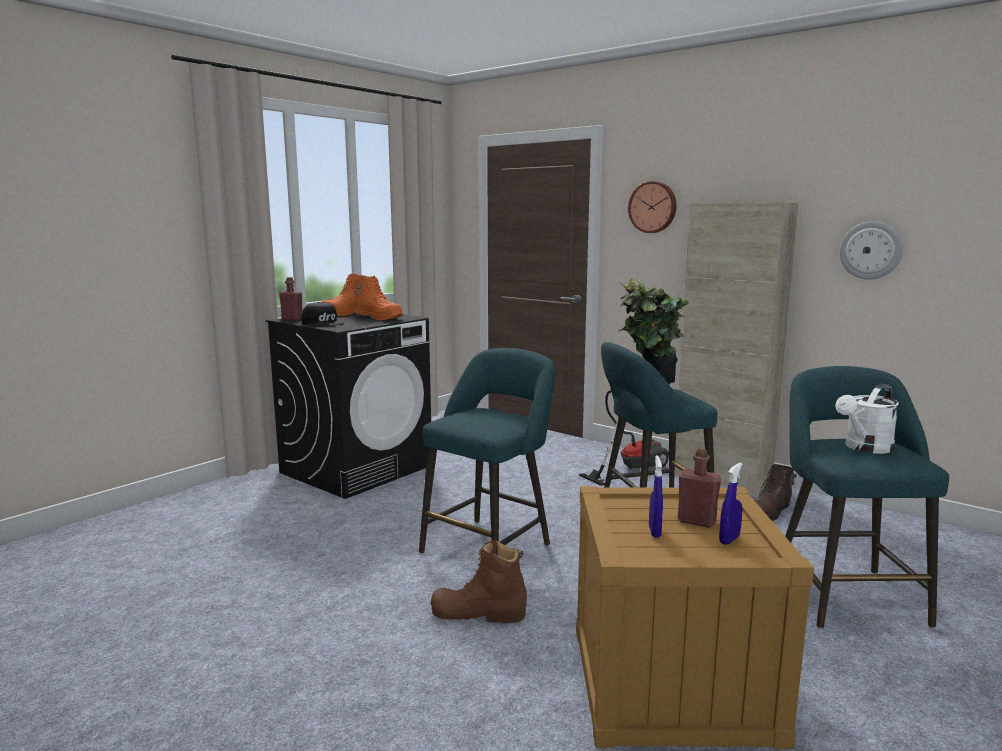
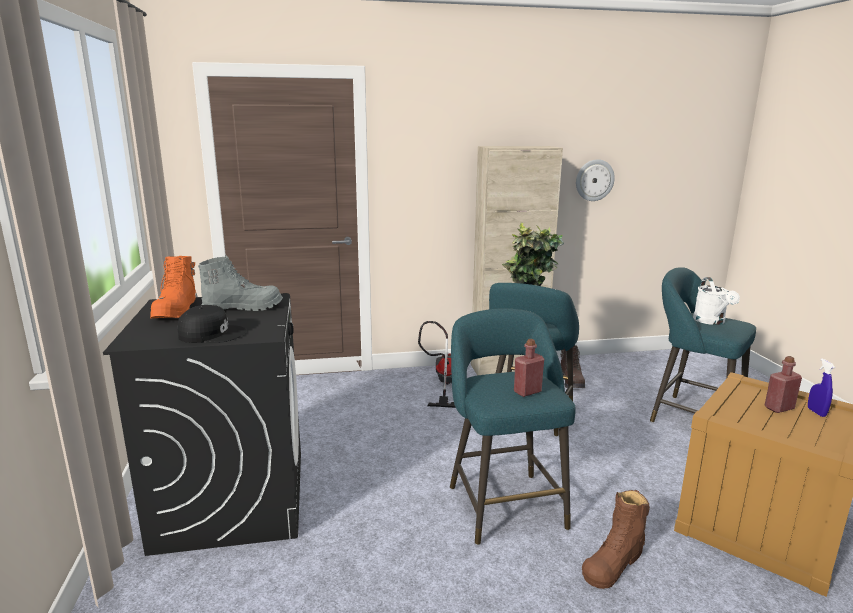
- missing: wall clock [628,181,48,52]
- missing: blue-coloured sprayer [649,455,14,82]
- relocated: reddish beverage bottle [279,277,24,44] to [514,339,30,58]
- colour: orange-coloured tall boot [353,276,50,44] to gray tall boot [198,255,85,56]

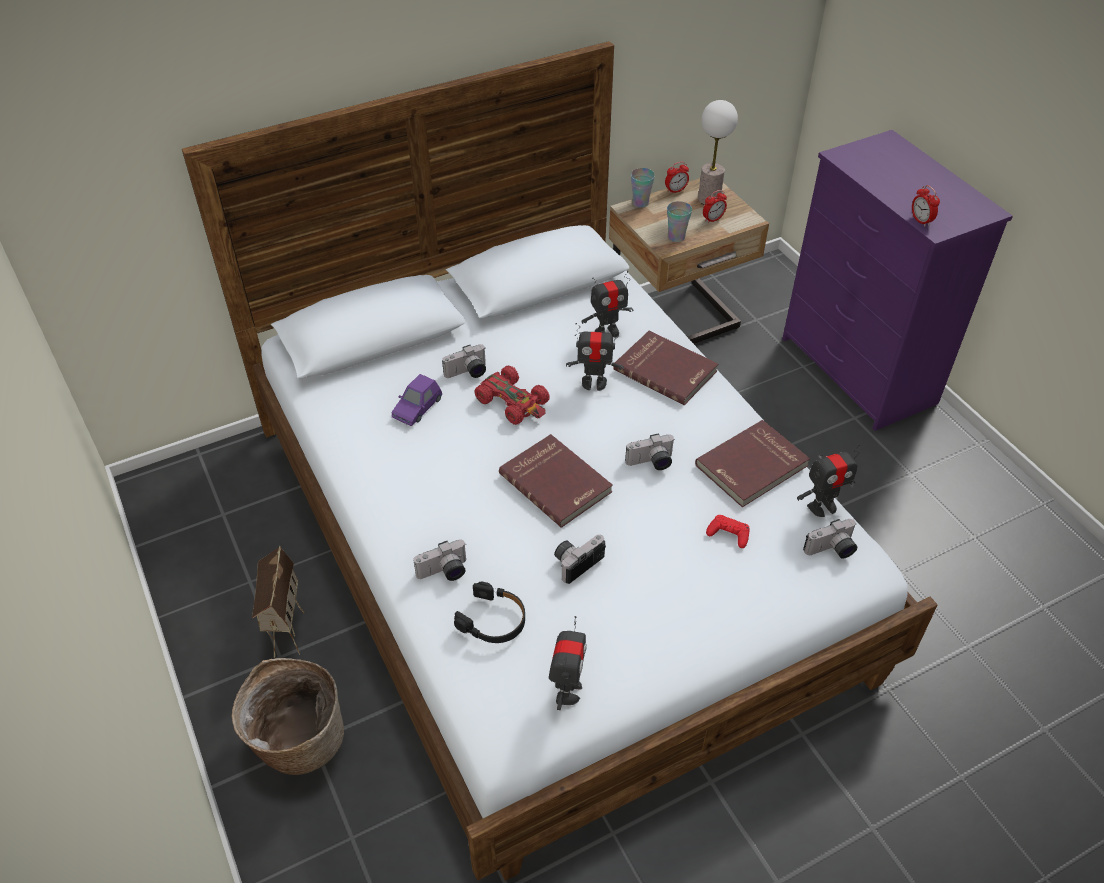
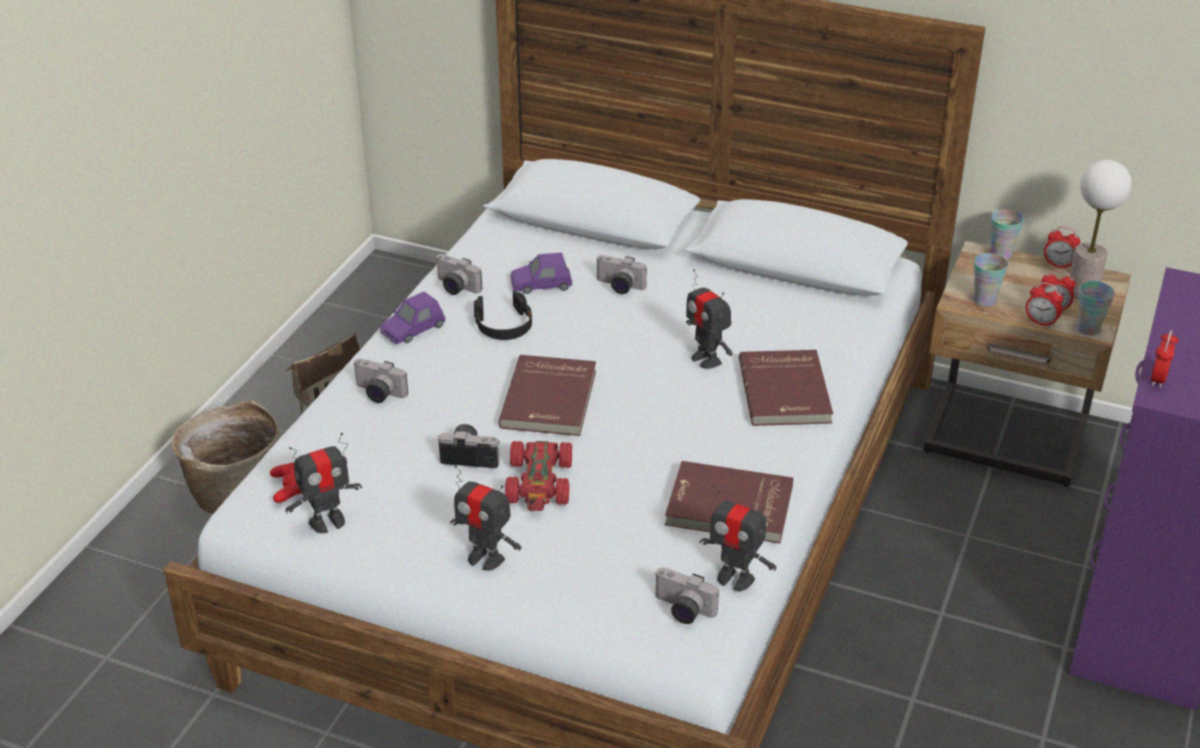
- appeared: purple model car [380,292,65,52]
- appeared: bedside clock [1026,282,37,46]
- appeared: drinking cup [1077,281,38,55]
- relocated: blackish headset [454,582,71,61] to [474,291,58,49]
- relocated: reddish model car [474,366,76,59] to [505,441,67,70]
- relocated: toy robot [582,271,51,67] to [450,465,71,106]
- relocated: still camera [625,433,49,37] to [436,254,46,41]
- relocated: reddish joypad [706,515,44,33] to [270,463,32,40]

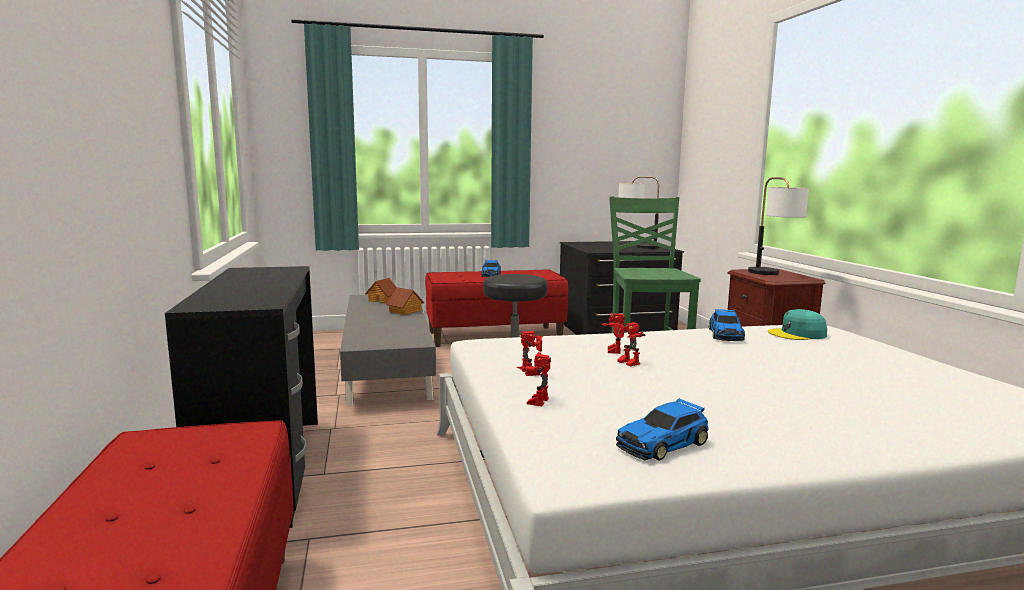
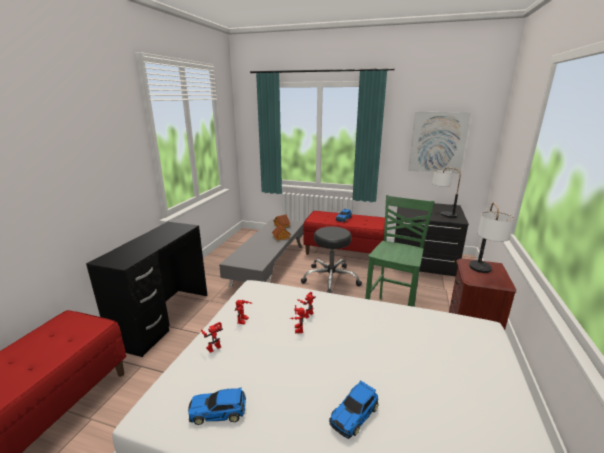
- missing: turquoise-coloured baseball cap [768,309,59,31]
- appeared: wall picture [408,112,63,62]
- relocated: model car [709,309,36,32] to [329,381,50,58]

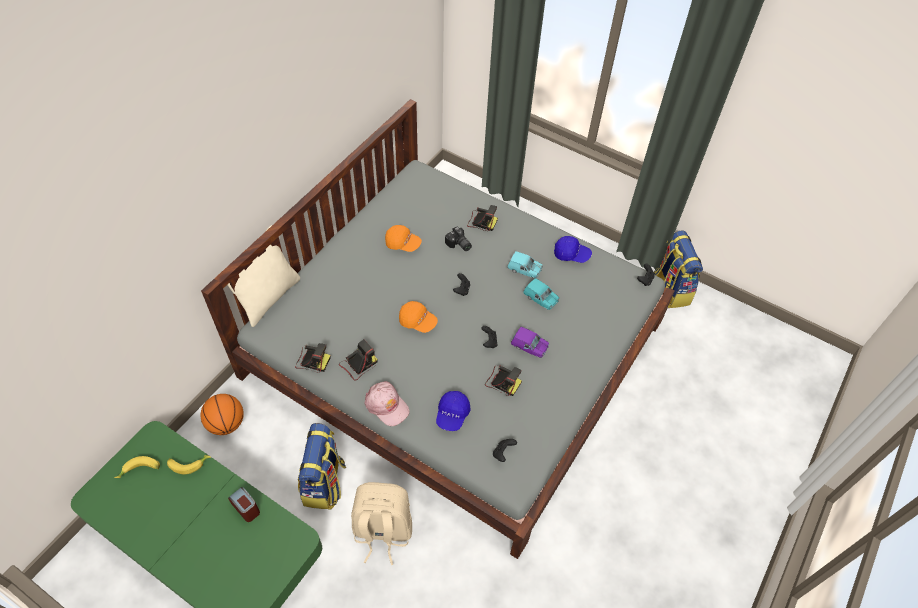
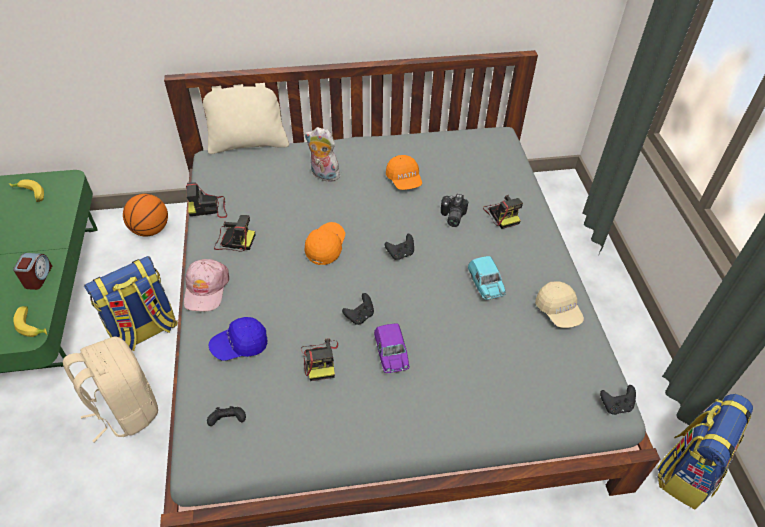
- missing: turquoise-coloured model car [523,278,36,32]
- appeared: soft toy [305,127,35,55]
- relocated: whole banana [167,455,44,19] to [13,306,34,31]
- colour: blue-coloured baseball cap [554,236,38,27] to beige-coloured baseball cap [535,281,49,47]
- spun: still camera [295,343,36,29] = [186,182,41,36] 105 degrees clockwise
- spun: orange-coloured baseball cap [399,301,39,32] = [305,222,40,43] 150 degrees counterclockwise

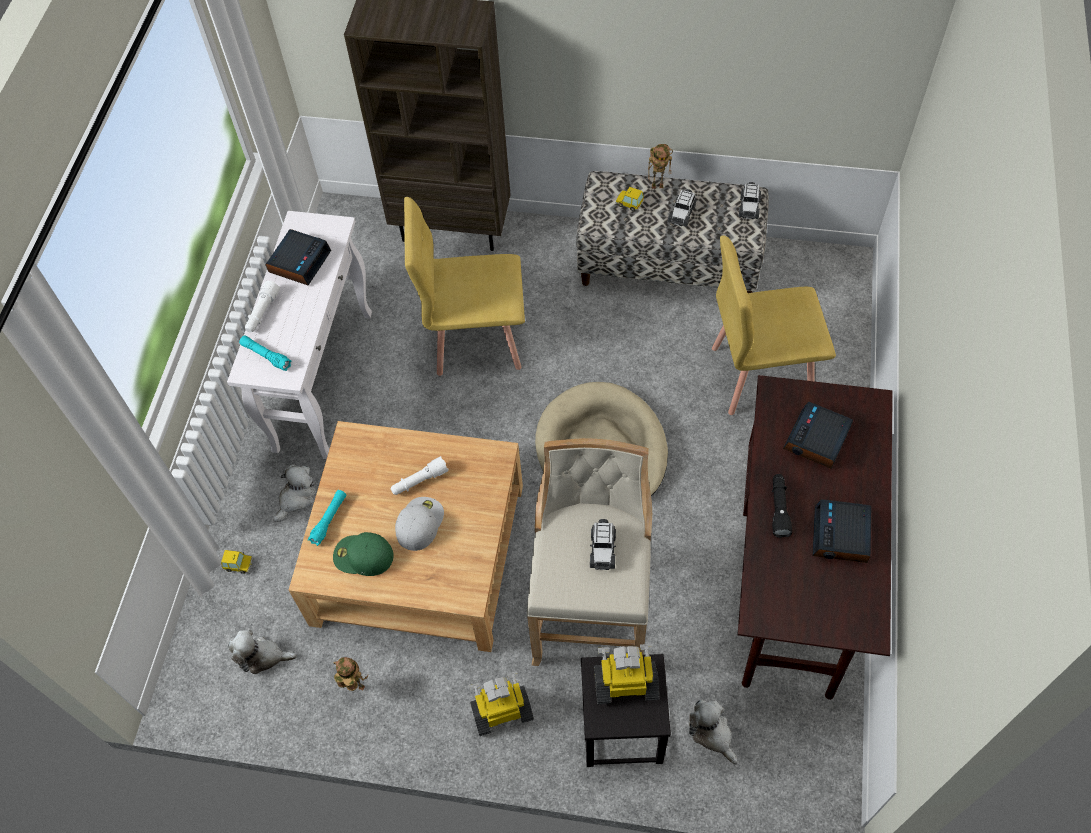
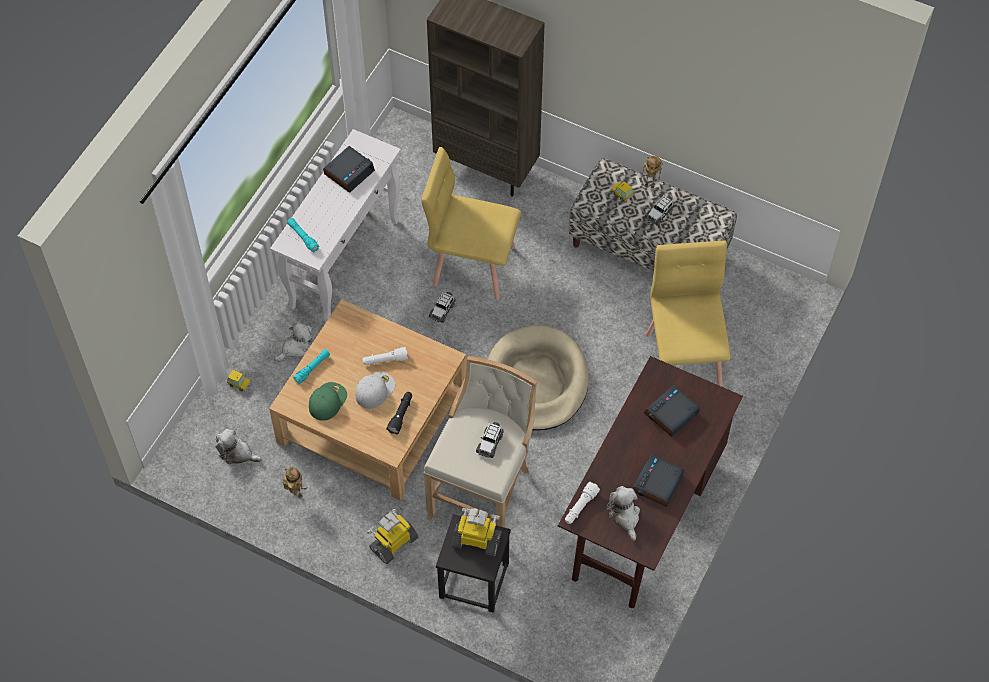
- relocated: white-coloured torch [245,281,35,52] to [565,482,35,42]
- relocated: soft toy [689,700,49,65] to [606,486,34,55]
- relocated: model car [739,182,22,37] to [429,292,27,31]
- relocated: blackish torch [772,474,20,64] to [387,392,25,42]
- spun: greenish baseball cap [333,532,60,44] = [309,382,38,39] 90 degrees clockwise
- spun: toy robot [470,671,64,65] = [367,509,51,55] 45 degrees counterclockwise
- spun: yellow-coloured plain chair [712,236,124,179] = [646,240,85,147] 75 degrees clockwise

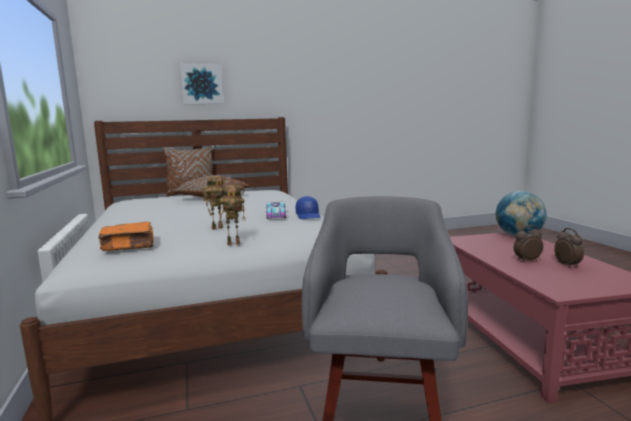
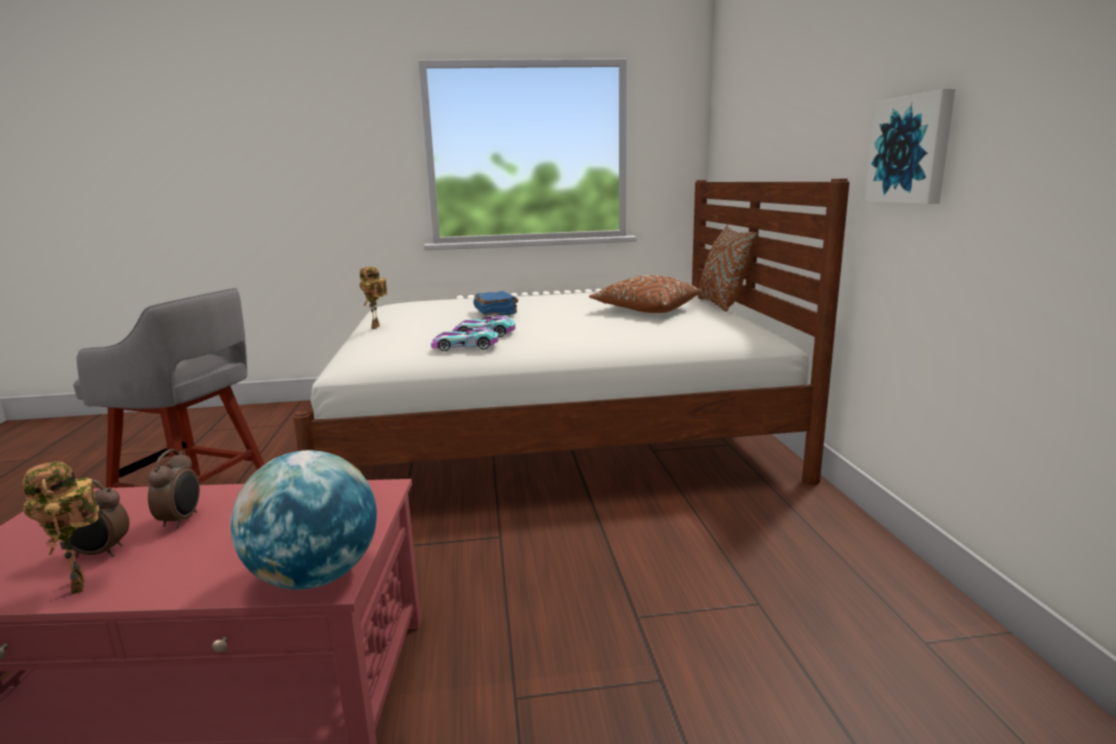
- missing: orange-coloured book [99,222,55,29]
- appeared: blue-coloured book [473,291,45,25]
- relocated: wall picture [180,63,43,41] to [865,89,90,115]
- relocated: toy robot [202,176,23,54] to [23,462,76,132]
- exchanged: blue-coloured baseball cap [296,196,24,23] to model car [431,327,67,24]

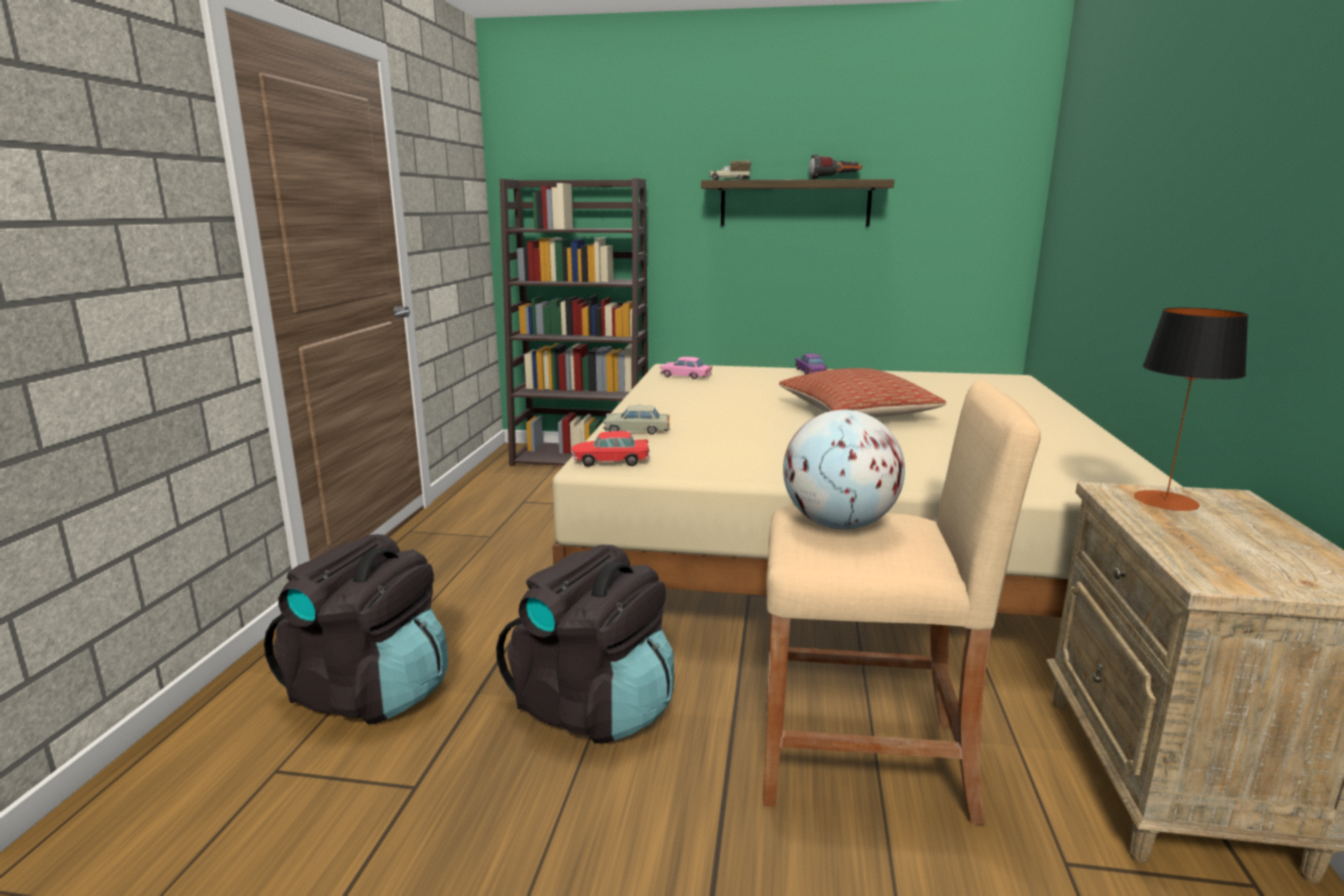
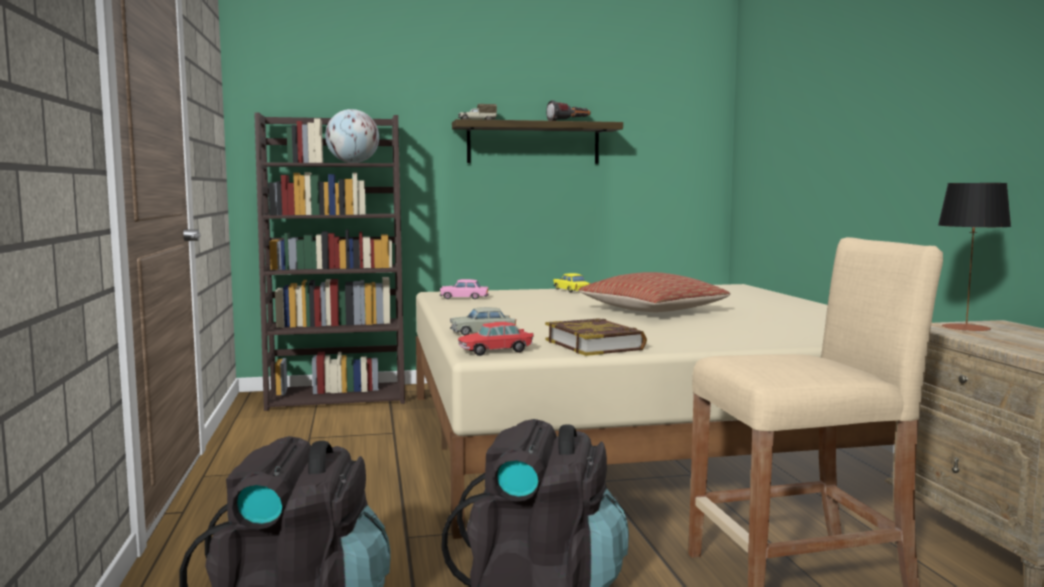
- appeared: book [545,318,102,38]
- relocated: desk globe [783,410,122,120] to [325,109,54,54]
- colour: purple model car [795,354,33,20] to yellow-coloured model car [553,273,37,19]

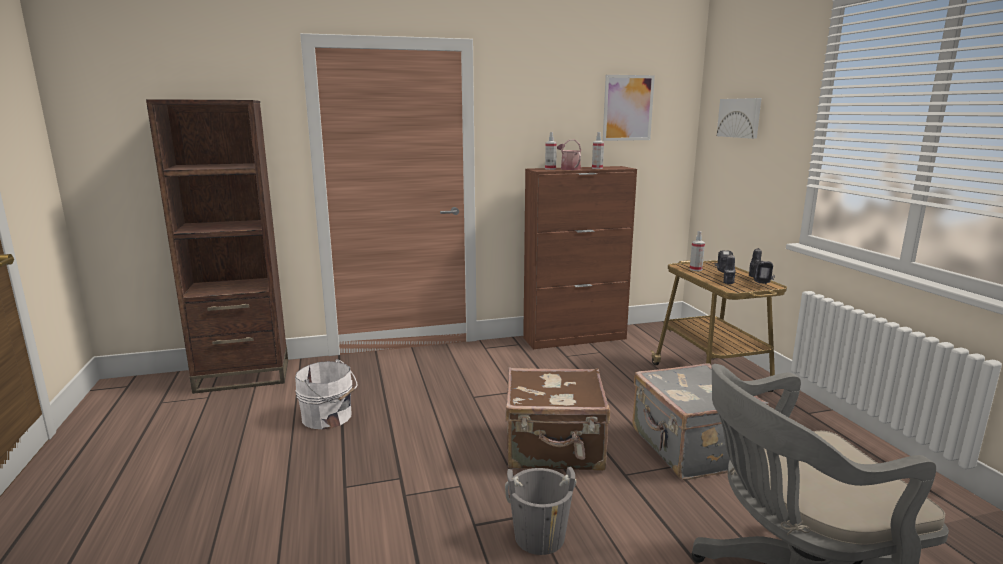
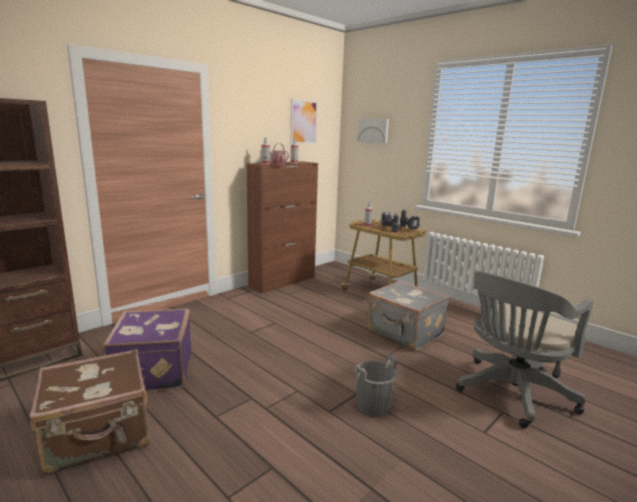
- relocated: brownish suitcase [505,368,105,103] to [30,349,120,126]
- exchanged: white-coloured bucket [295,359,62,70] to purple suitcase [102,309,90,83]

